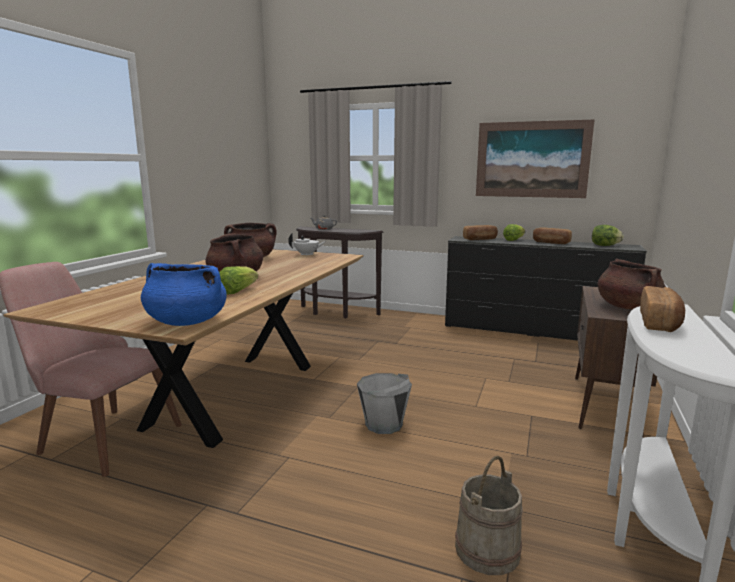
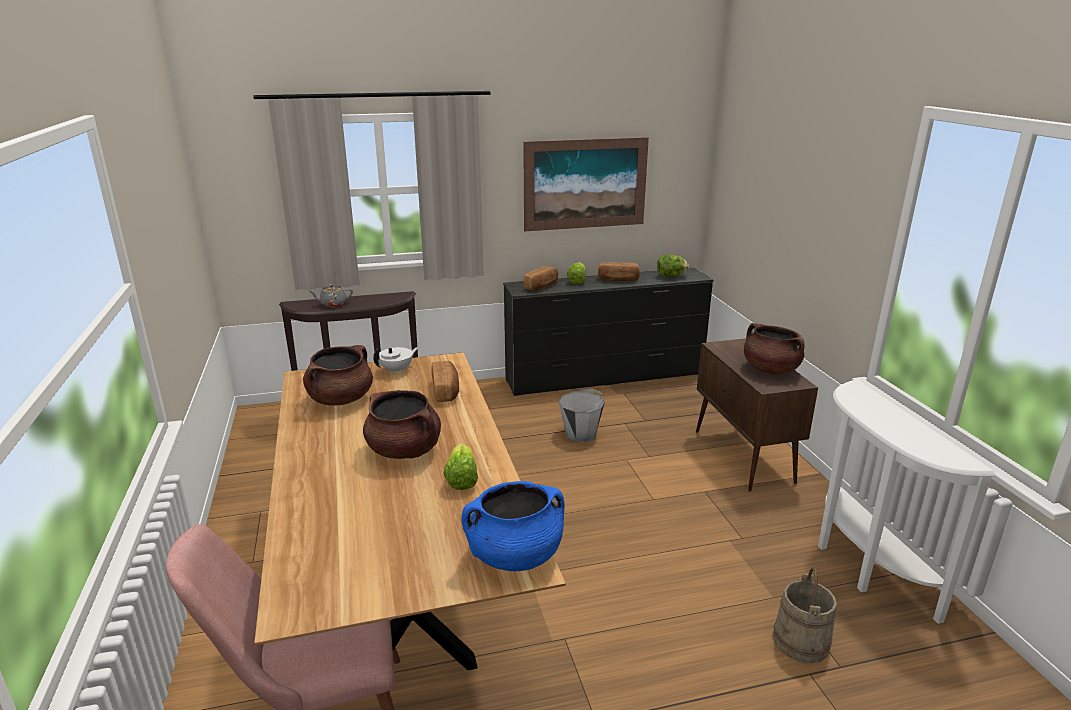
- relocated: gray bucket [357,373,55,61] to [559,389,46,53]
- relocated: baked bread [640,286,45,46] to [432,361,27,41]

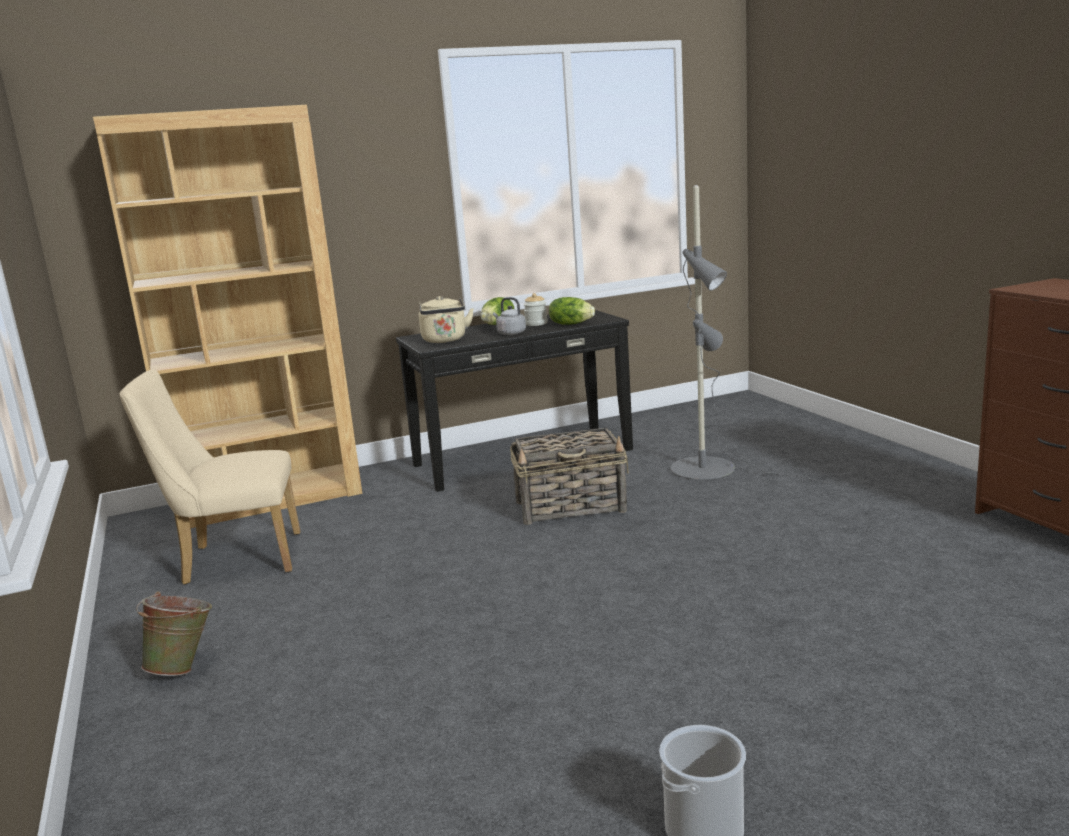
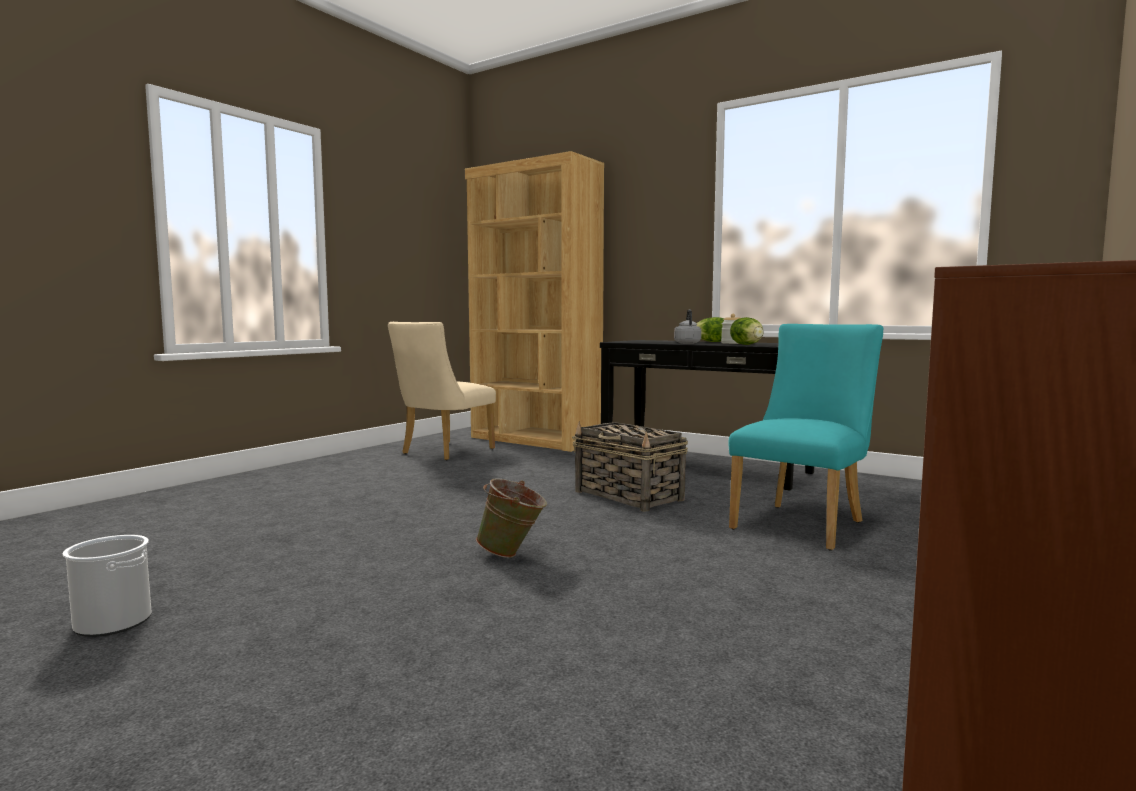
- missing: beige-coloured tea kettle [419,296,55,47]
- relocated: greenish bucket [136,591,76,85] to [476,478,71,80]
- exchanged: gray standard lamp [670,185,201,303] to turquoise-coloured plain chair [728,324,155,227]
- spun: beige-coloured plain chair [120,369,180,216] = [388,322,108,138] 105 degrees counterclockwise

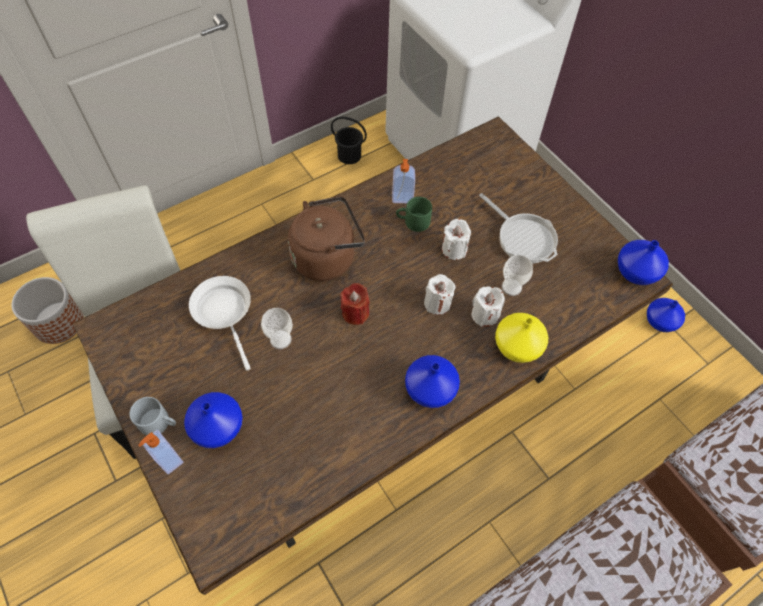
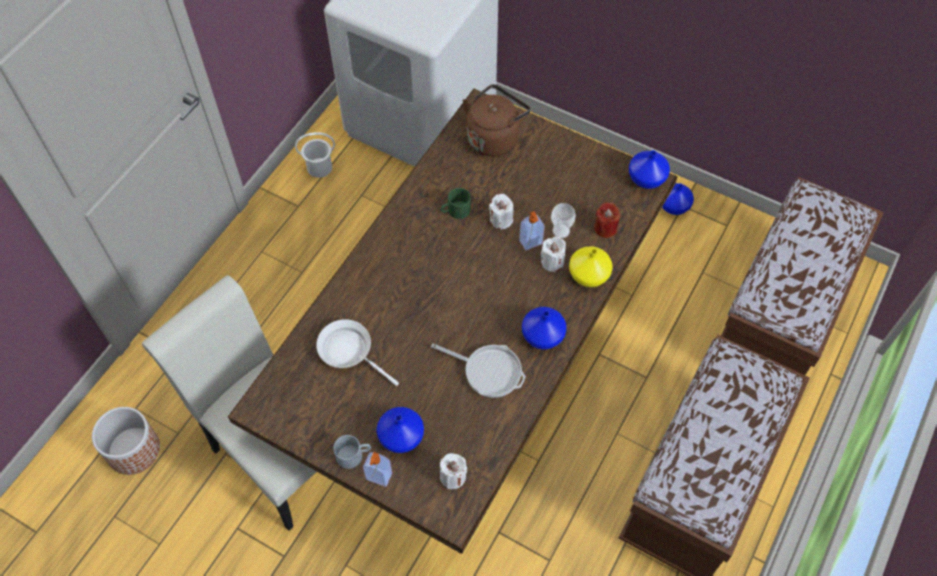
- missing: drinking cup [261,308,32,41]
- relocated: brownish tea kettle [288,196,77,85] to [463,84,67,72]
- relocated: reddish wax light [340,283,30,42] to [594,202,26,36]
- relocated: soap dispenser [392,159,23,44] to [519,211,26,39]
- relocated: white-coloured wax light [424,274,32,41] to [440,453,27,36]
- relocated: skillet [479,193,79,71] to [431,343,95,55]
- colour: blackish bucket [331,117,36,47] to white-coloured bucket [295,132,40,46]

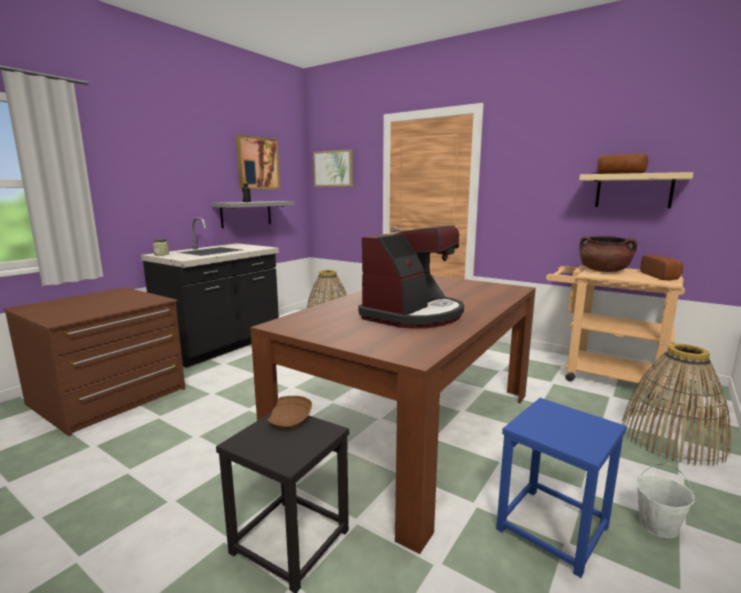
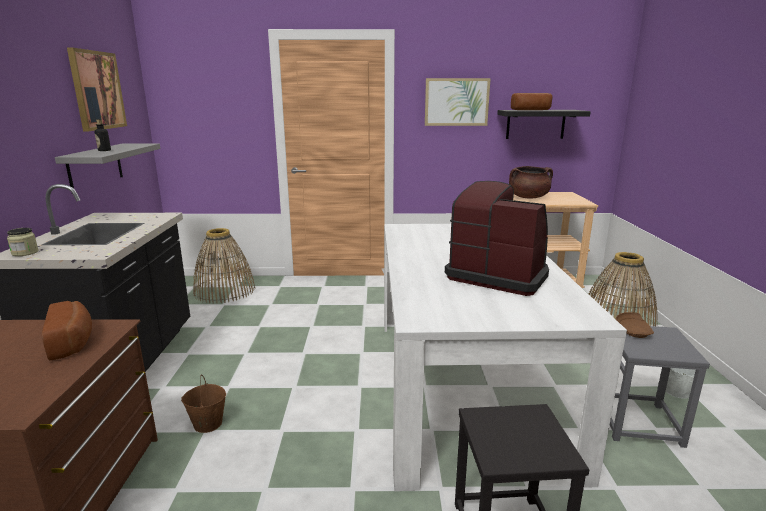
- appeared: brownish bucket [181,374,45,59]
- relocated: brownish flat dish [267,396,45,34] to [616,312,38,26]
- relocated: wall picture [313,149,40,38] to [425,78,66,48]
- relocated: baked bread [640,255,43,25] to [42,301,50,59]
- colour: brownish kitchen table [250,275,286,279] to white-coloured kitchen table [384,224,243,267]
- colour: blue-coloured stool seat [496,398,130,180] to gray stool seat [610,326,100,122]
- colour: beige-coloured wall shelf [579,172,115,36] to blackish wall shelf [497,110,94,29]
- spun: coffee brewer [359,225,105,104] = [445,181,104,115] 60 degrees counterclockwise

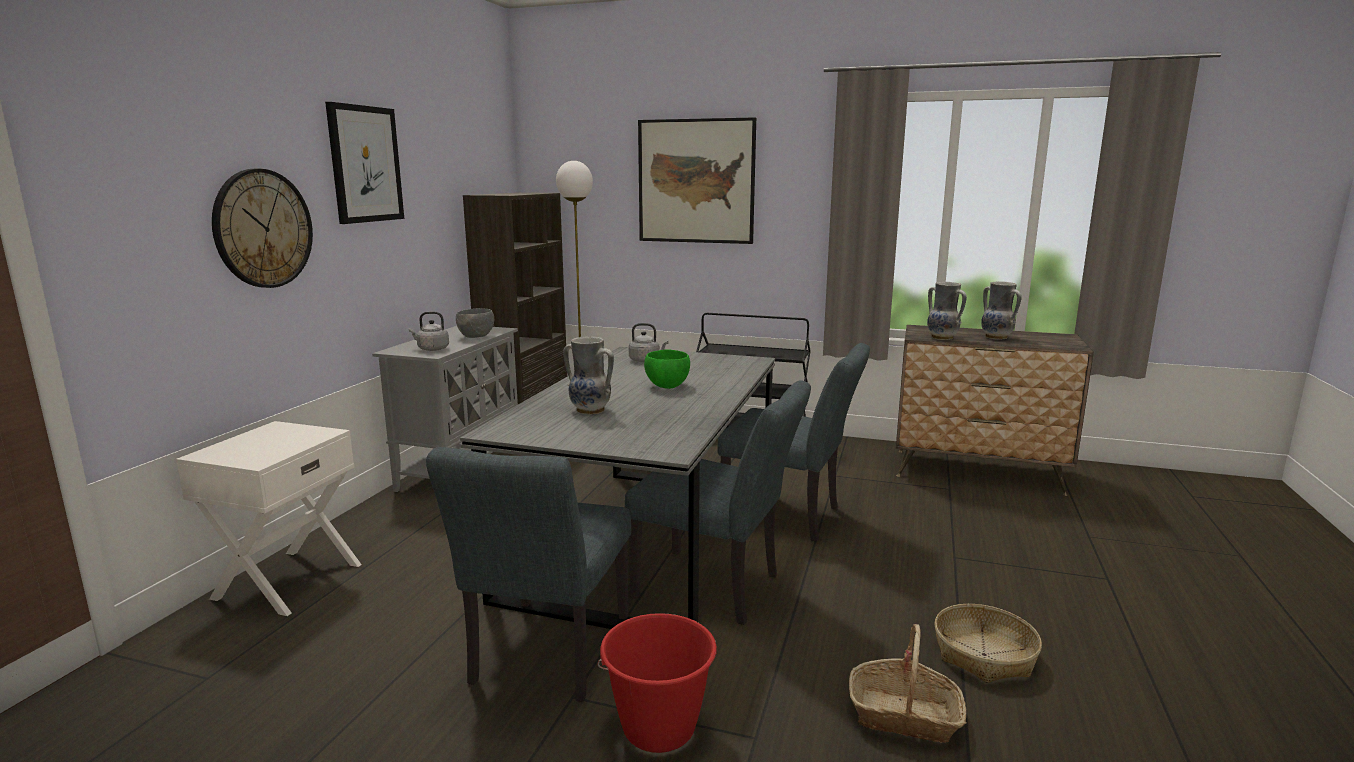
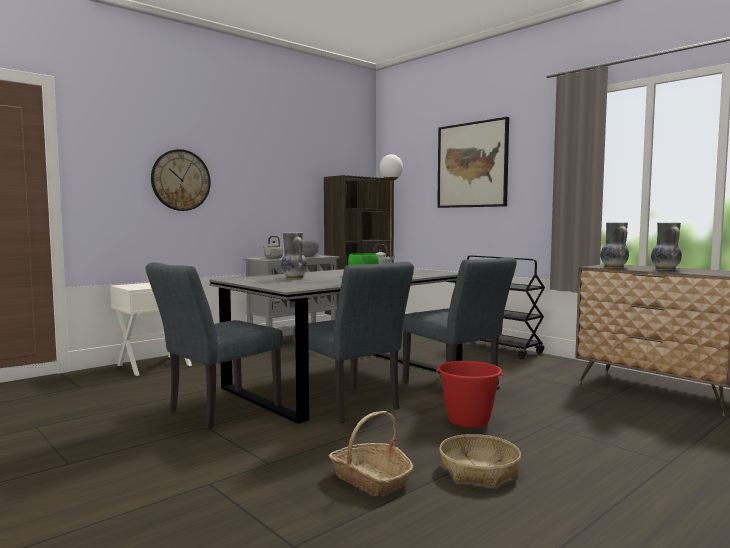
- missing: wall picture [325,102,79,122]
- relocated: reddish bucket [598,613,119,140] to [436,361,68,67]

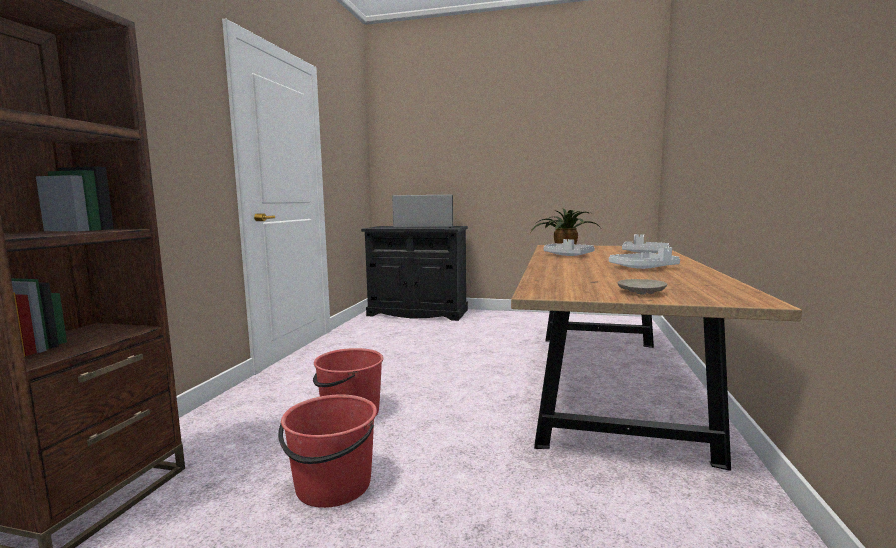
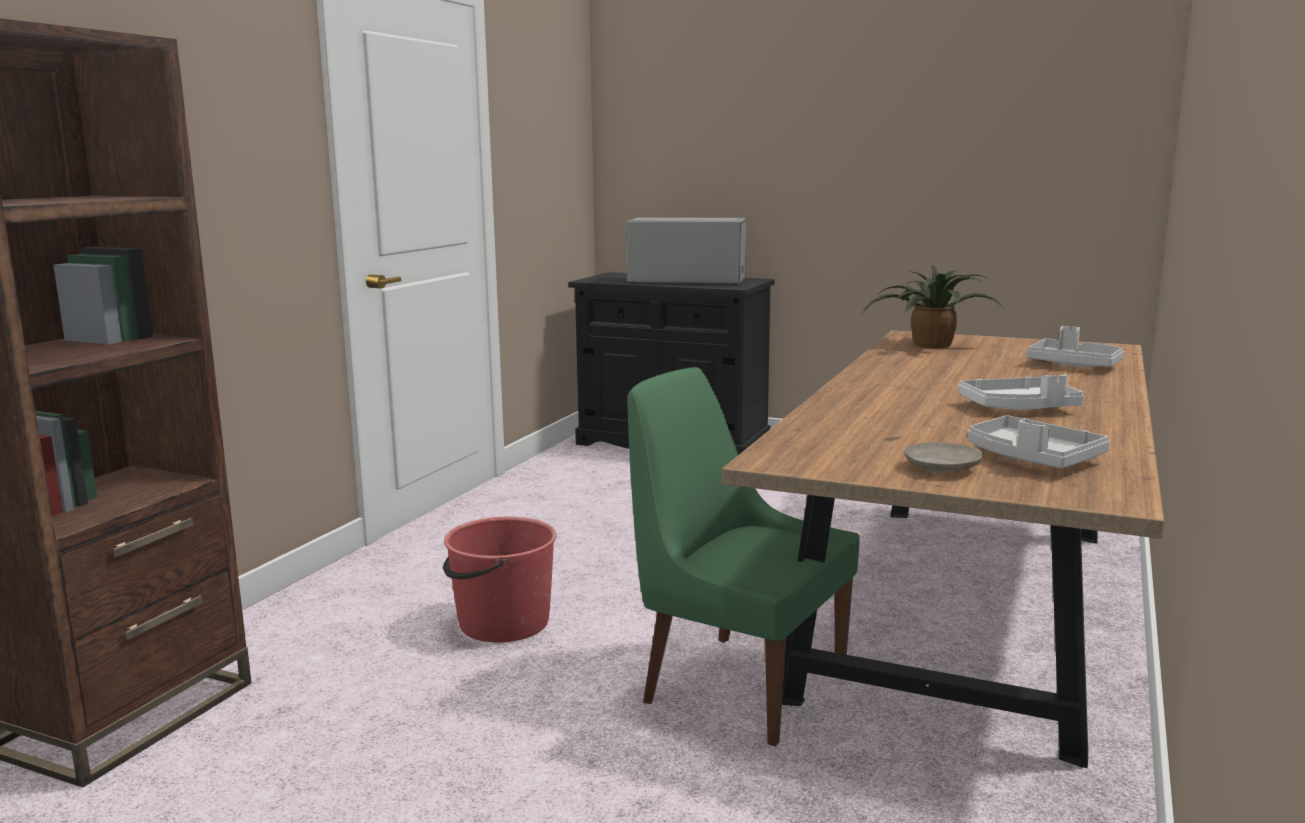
- missing: reddish bucket [278,394,99,114]
- appeared: greenish plain chair [627,367,233,379]
- relocated: gray carrying tray [544,239,51,17] to [968,415,142,54]

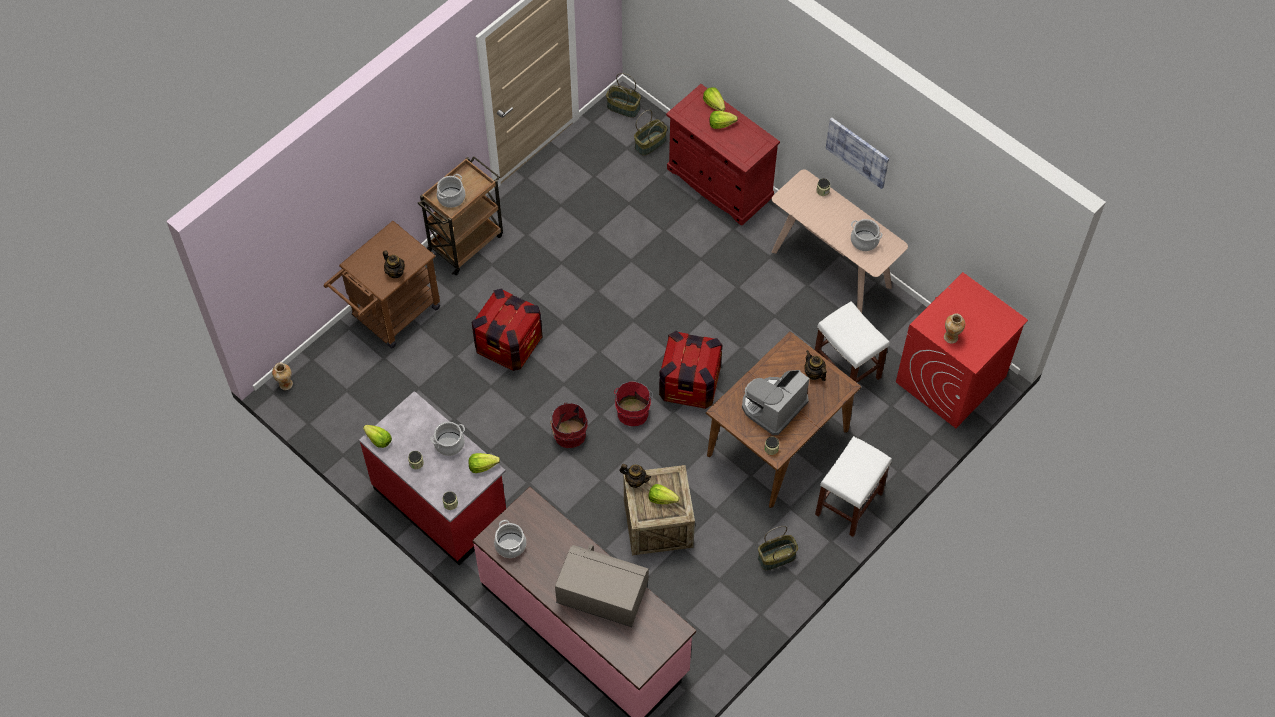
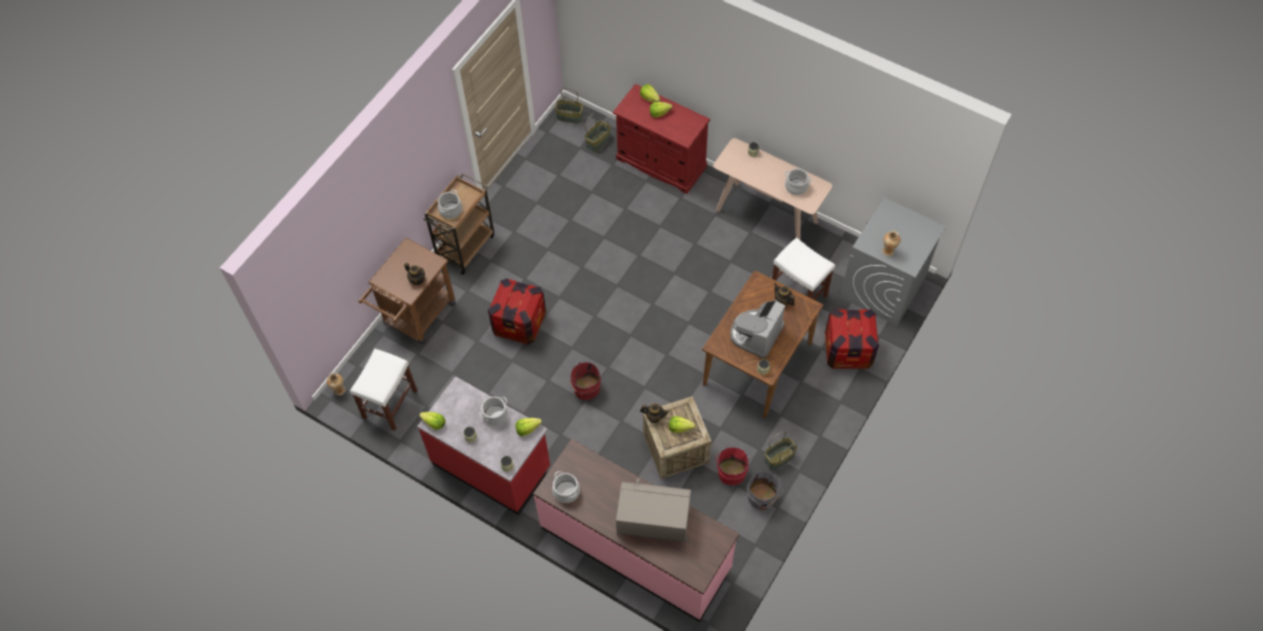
- missing: wall picture [826,118,63,71]
- appeared: gray bucket [747,471,36,39]
- relocated: reddish bucket [614,382,39,44] to [716,447,34,38]
- relocated: crate [659,331,63,78] to [825,309,54,60]
- relocated: white-coloured stool seat [815,436,77,101] to [350,349,68,82]
- colour: reddish laundry appliance [896,272,132,156] to gray laundry appliance [840,198,106,127]

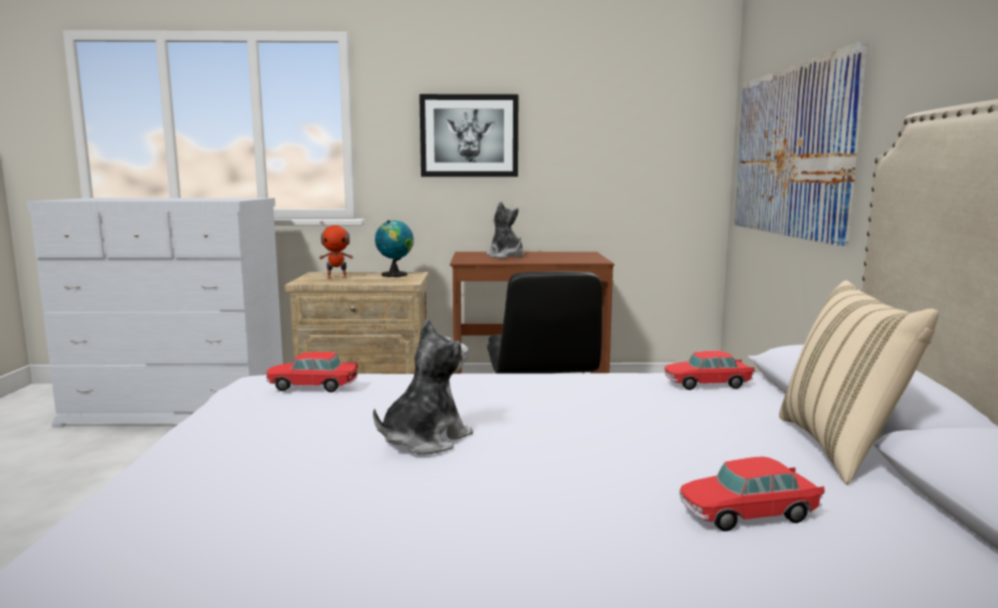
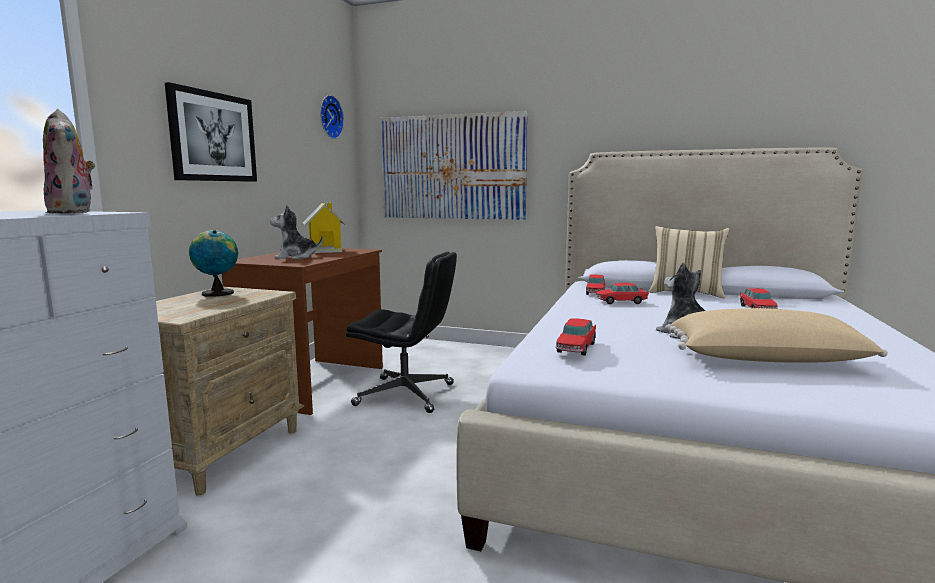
- missing: toy robot [319,222,34,57]
- appeared: soft toy [43,109,52,105]
- appeared: miniature house [303,203,43,50]
- appeared: wall clock [320,95,24,44]
- appeared: model car [596,283,53,21]
- appeared: beige-coloured pillow [665,308,223,55]

